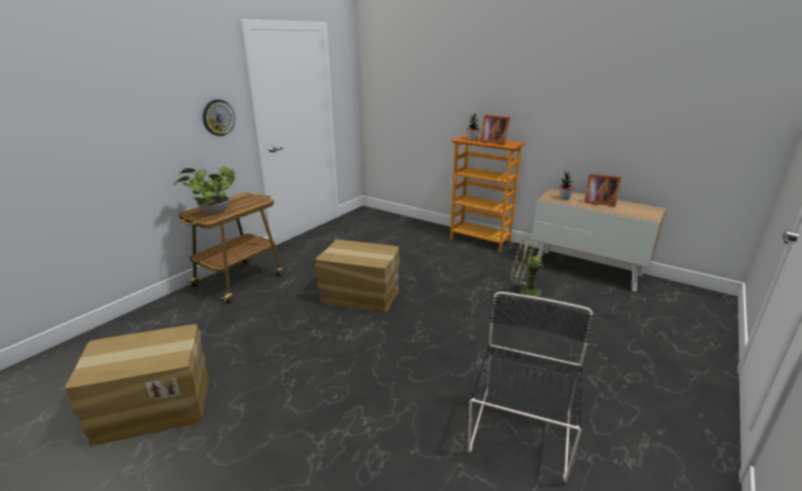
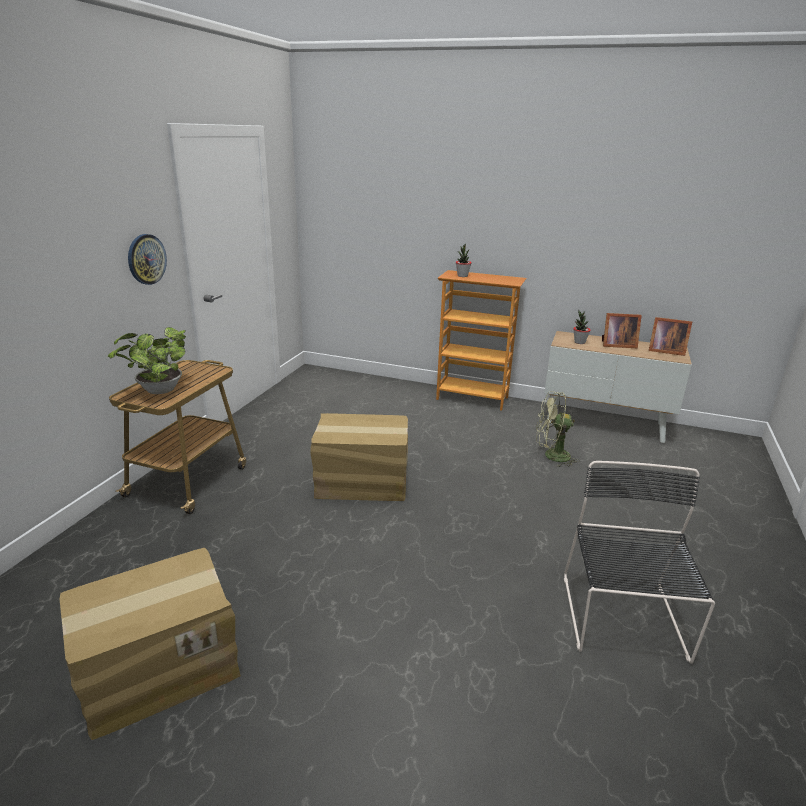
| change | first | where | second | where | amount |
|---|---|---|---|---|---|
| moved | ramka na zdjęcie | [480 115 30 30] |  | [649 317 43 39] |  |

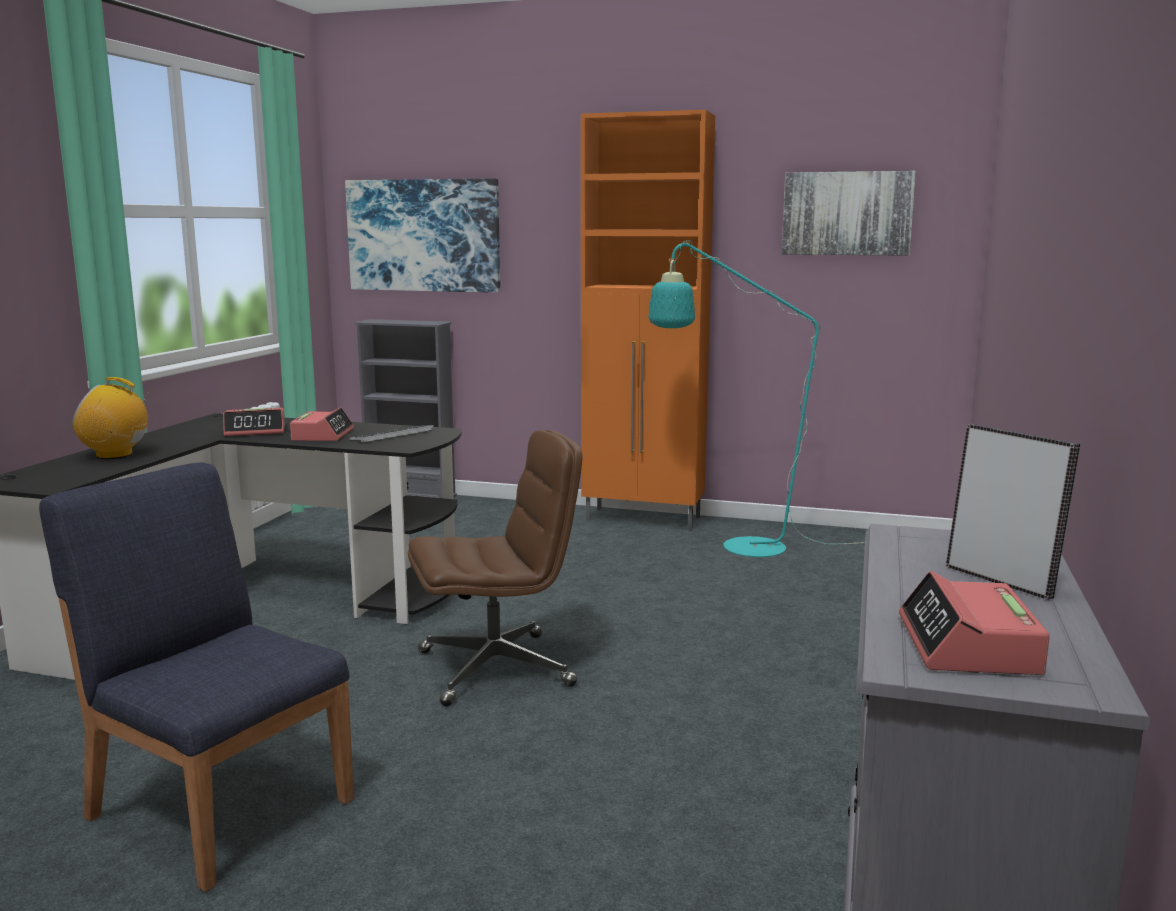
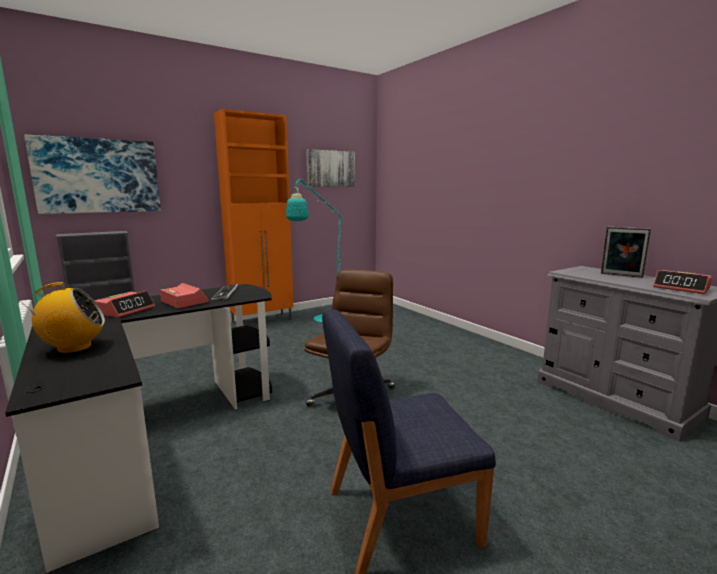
| change | first | where | second | where | amount |
|---|---|---|---|---|---|
| turned | radio | [72 377 80 82] |  | [21 282 84 72] | 150 degrees counterclockwise |
| turned | ramka na zdjęcie | [946 424 134 176] |  | [601 227 50 51] | 150 degrees counterclockwise |

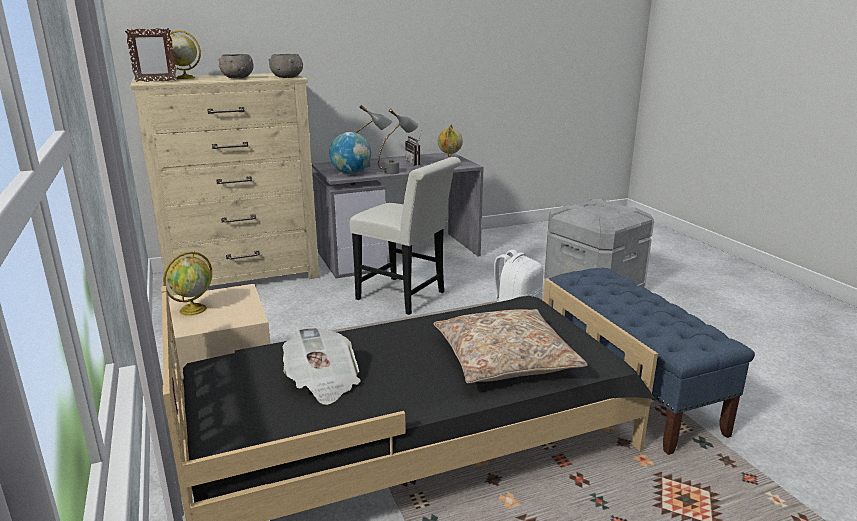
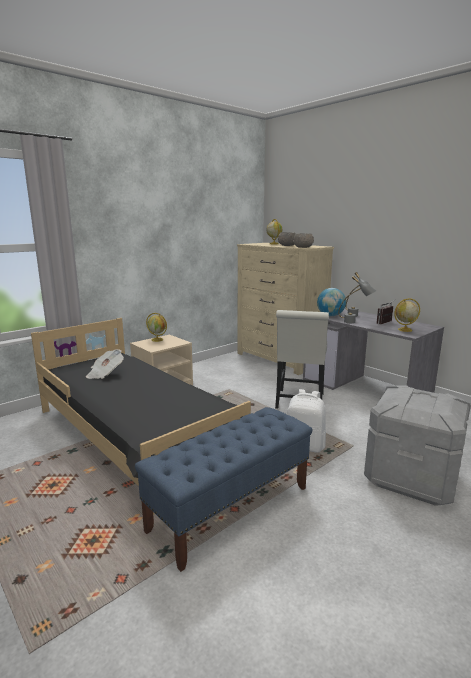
| change | first | where | second | where | amount |
|---|---|---|---|---|---|
| removed | ramka na zdjęcie | [125 28 52 54] |  |  |  |
| removed | poduszka [beżowy] | [433 309 155 75] |  |  |  |

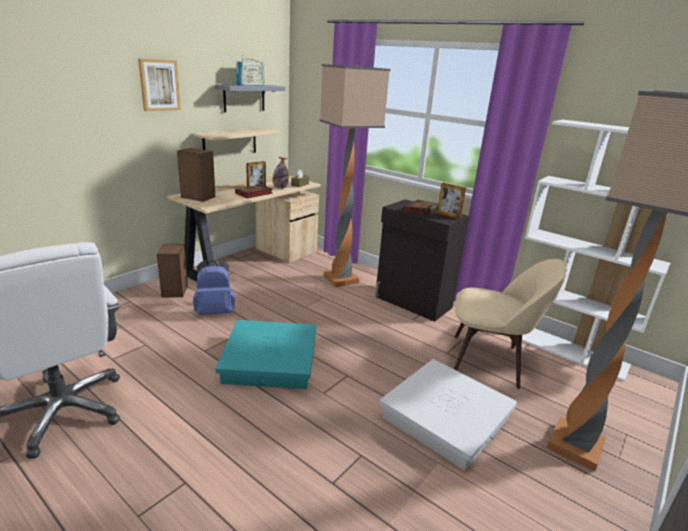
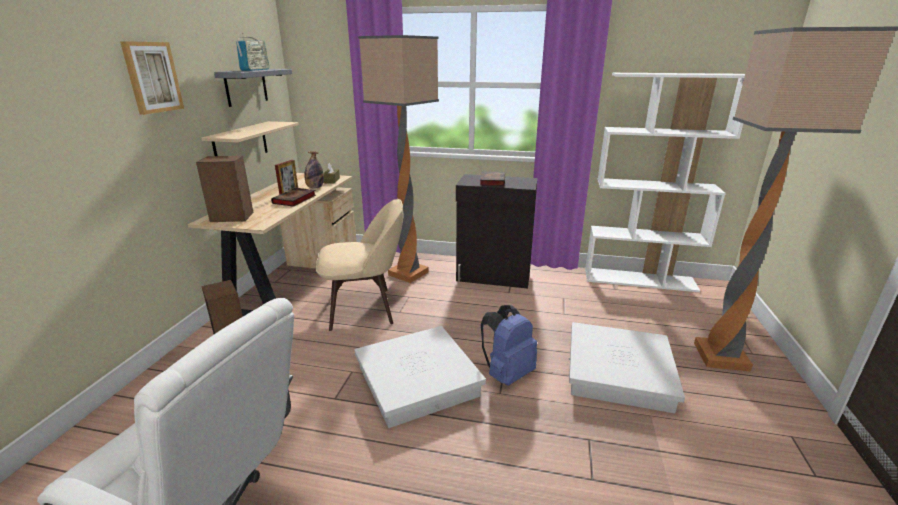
| change | first | where | second | where | amount |
|---|---|---|---|---|---|
| removed | ramka na zdjęcie | [437 183 29 36] |  |  |  |
| moved | plecak [niebieski] | [193 260 42 55] |  | [481 305 56 81] |  |
| moved | krzesło [beżowy] | [454 259 113 130] |  | [316 199 87 132] |  |
| recoloured | pojemnik do przechowywania [turkusowy] | [216 320 101 69] | pojemnik do przechowywania [biały] | [354 326 132 102] |  |

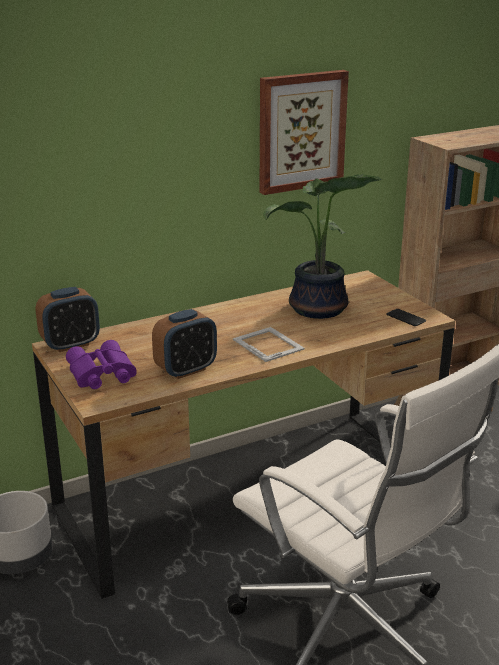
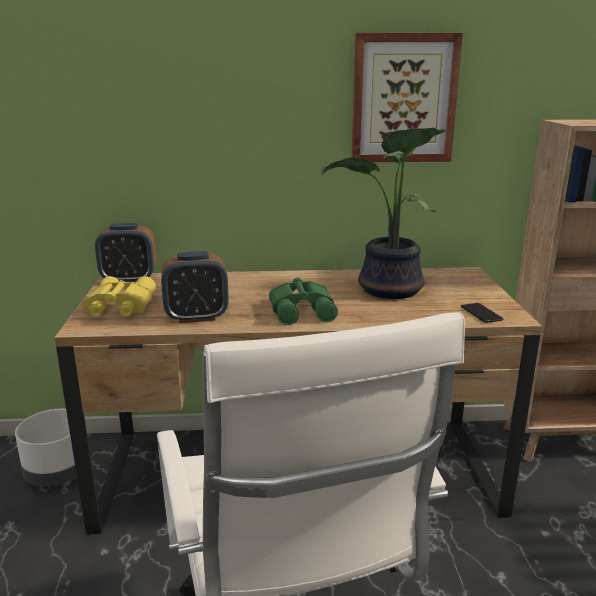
| change | first | where | second | where | amount |
|---|---|---|---|---|---|
| replaced | ramka na zdjęcie | [233 327 72 35] | lornetka [zielony] | [269 278 69 47] |  |
| recoloured | lornetka [fioletowy] | [66 340 71 49] | lornetka [żółty] | [82 276 74 40] |  |

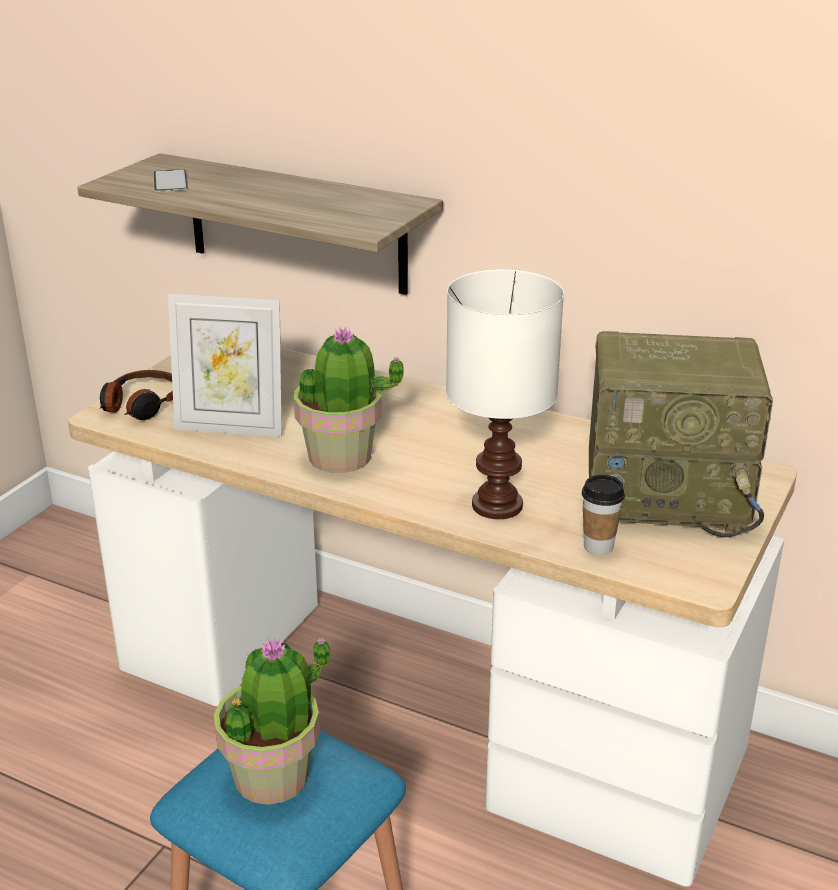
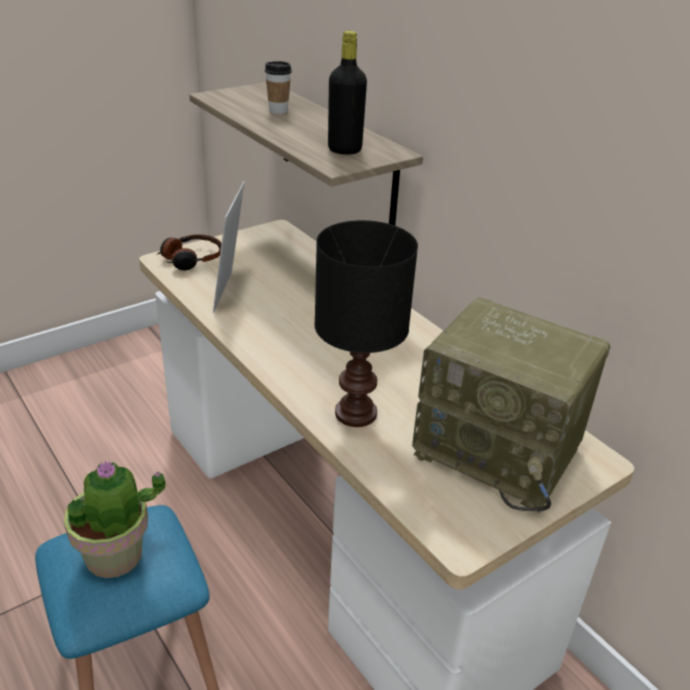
| change | first | where | second | where | amount |
|---|---|---|---|---|---|
| removed | telefon | [154 169 34 23] |  |  |  |
| removed | roślina doniczkowa | [294 326 110 147] |  |  |  |
| added |  |  | butelka [czarny] | [328 31 39 124] |  |
| moved | filiżanka | [582 475 43 80] |  | [265 61 27 53] |  |
| recoloured | lampa stołowa [biały] | [446 269 118 250] | lampa stołowa [czarny] | [314 220 104 207] |  |
| turned | ramka na zdjęcie | [168 293 114 144] |  | [213 181 32 132] | 60 degrees clockwise |

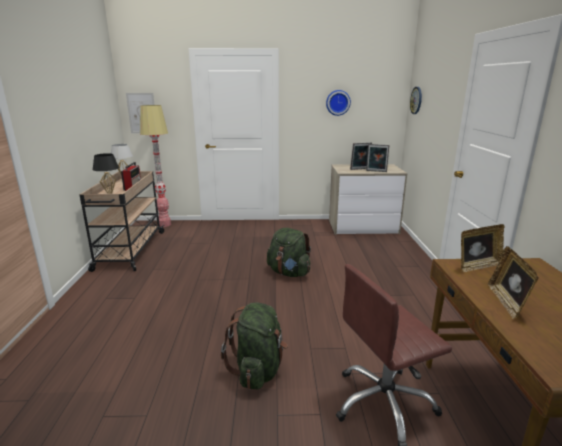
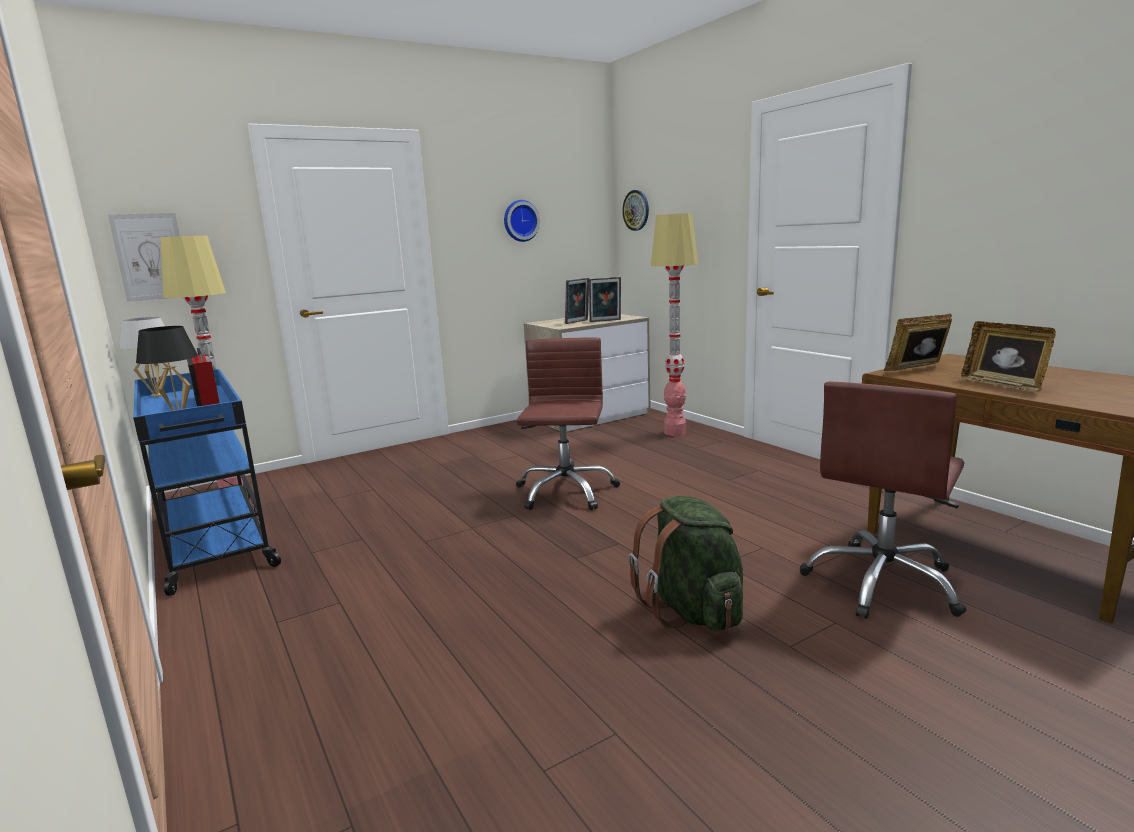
| change | first | where | second | where | amount |
|---|---|---|---|---|---|
| added |  |  | lampa stojąca | [651 213 48 223] |  |
| replaced | plecak [zielony] | [267 228 44 49] | krzesło biurowe [brązowy] | [516 338 104 172] |  |
| recoloured | wózek [beżowy] | [79 171 86 101] | wózek [niebieski] | [133 369 148 227] |  |
| turned | ramka na zdjęcie | [461 224 43 48] |  | [884 314 68 57] | 150 degrees counterclockwise |

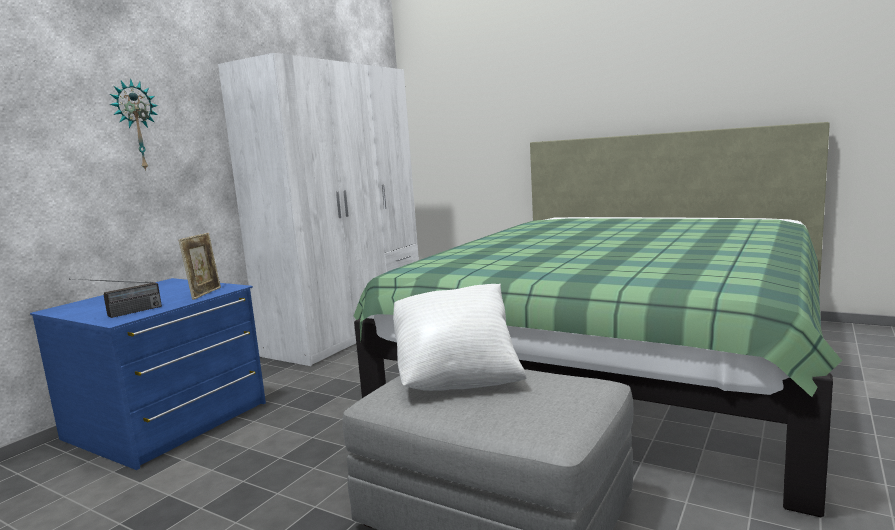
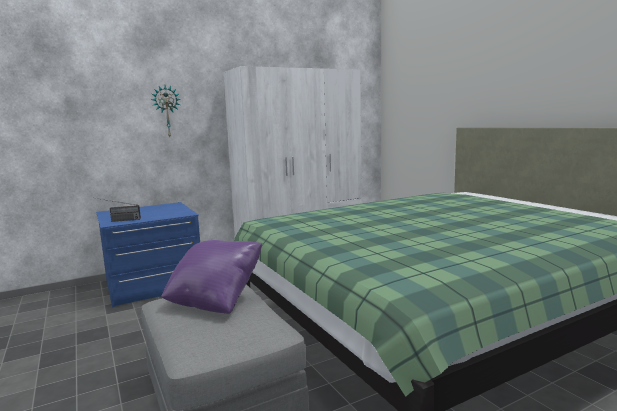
| change | first | where | second | where | amount |
|---|---|---|---|---|---|
| removed | ramka na zdjęcie | [179 233 42 67] |  |  |  |
| recoloured | poduszka [biały] | [393 284 134 107] | poduszka [fioletowy] | [162 240 101 74] |  |

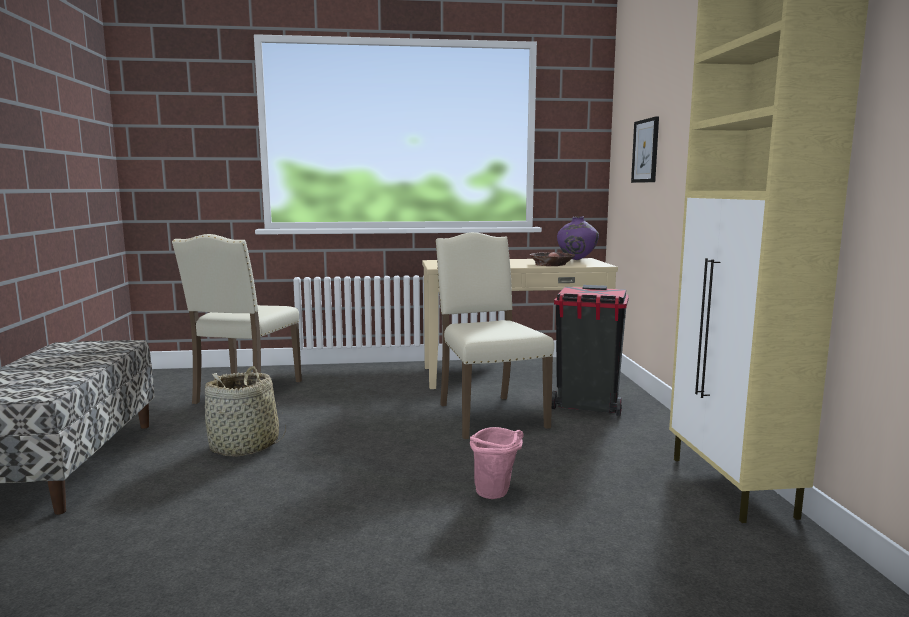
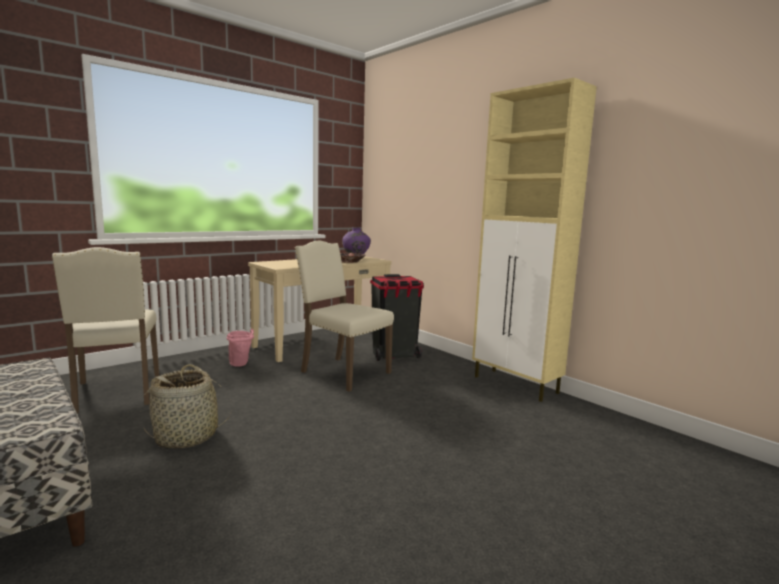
| change | first | where | second | where | amount |
|---|---|---|---|---|---|
| removed | obraz | [631 116 28 67] |  |  |  |
| moved | wiadro [różowy] | [470 427 53 72] |  | [227 328 27 39] |  |

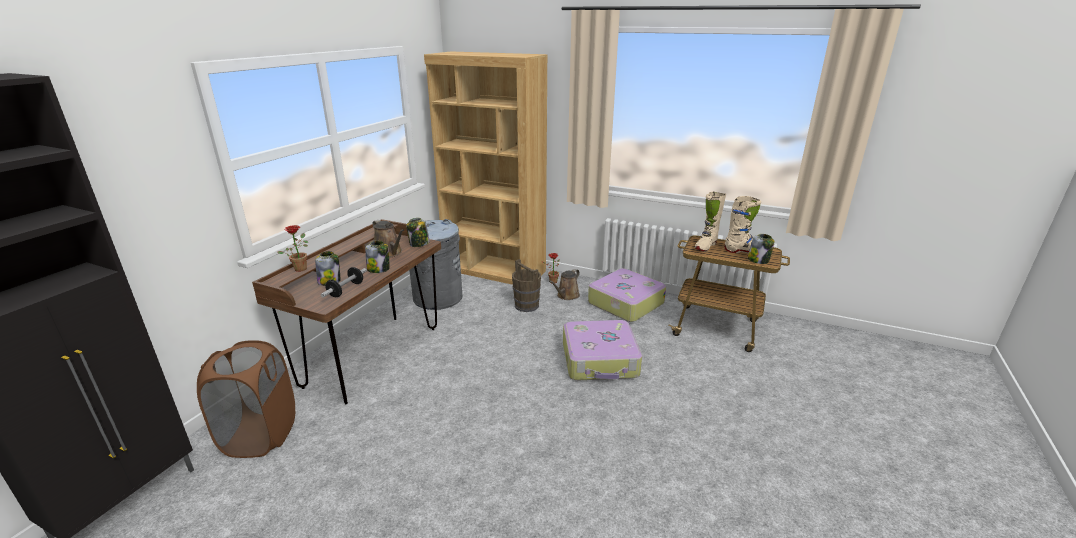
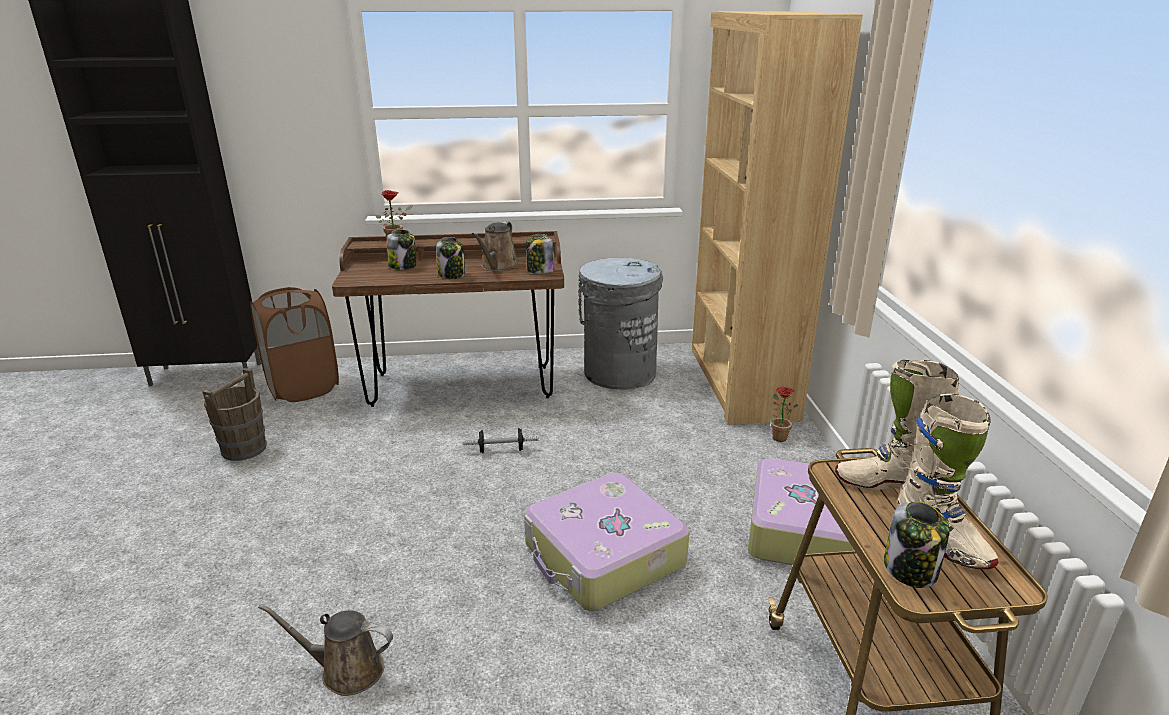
| change | first | where | second | where | amount |
|---|---|---|---|---|---|
| moved | hantel | [321 267 46 30] |  | [463 428 76 25] |  |
| moved | wiadro [brązowy] | [512 259 29 53] |  | [202 368 65 93] |  |
| moved | konewka [brązowy] | [549 269 31 31] |  | [258 604 135 92] |  |

